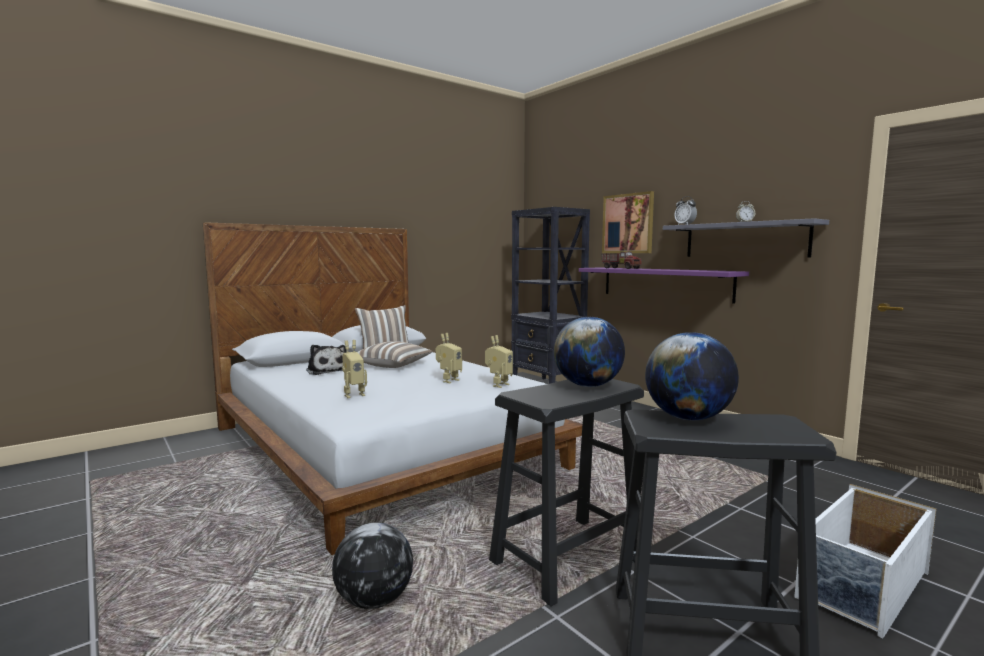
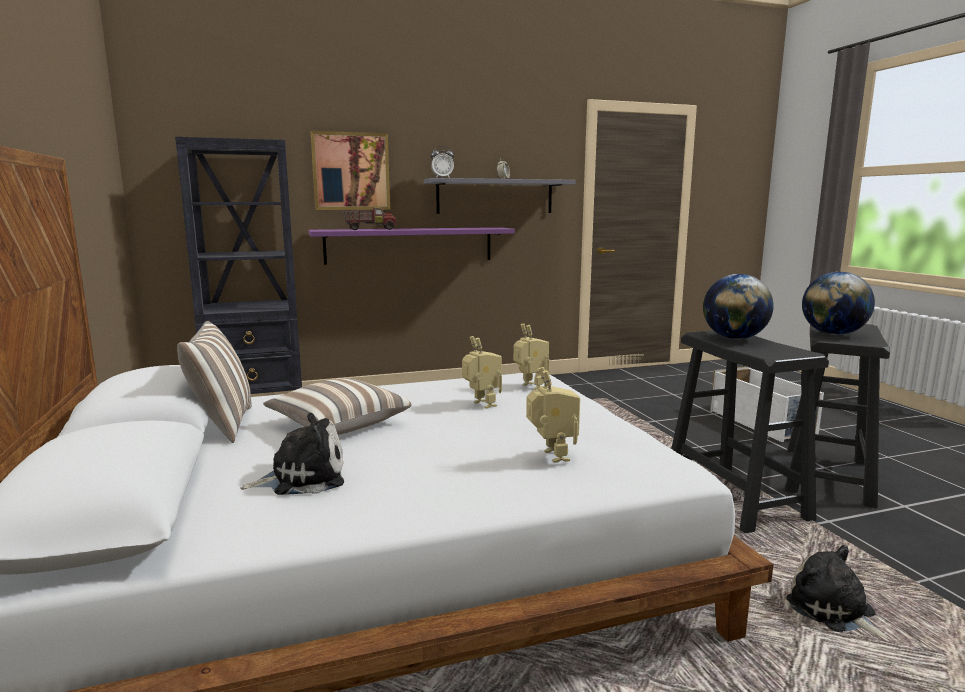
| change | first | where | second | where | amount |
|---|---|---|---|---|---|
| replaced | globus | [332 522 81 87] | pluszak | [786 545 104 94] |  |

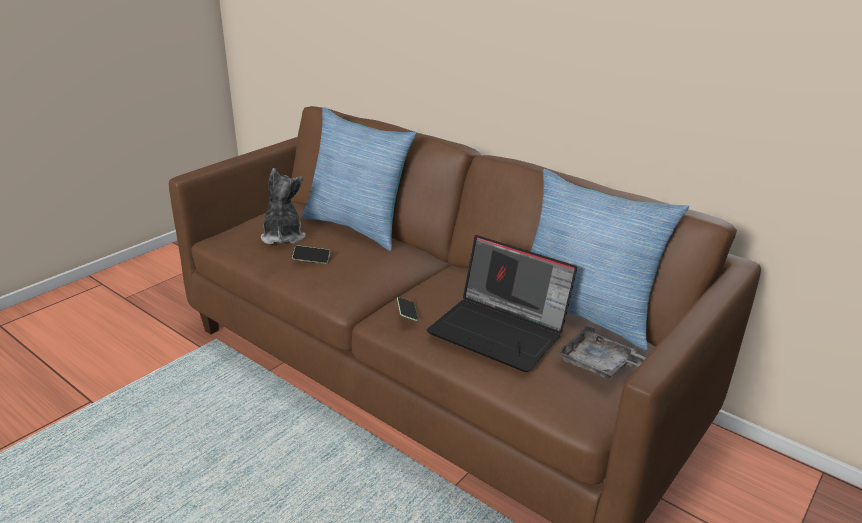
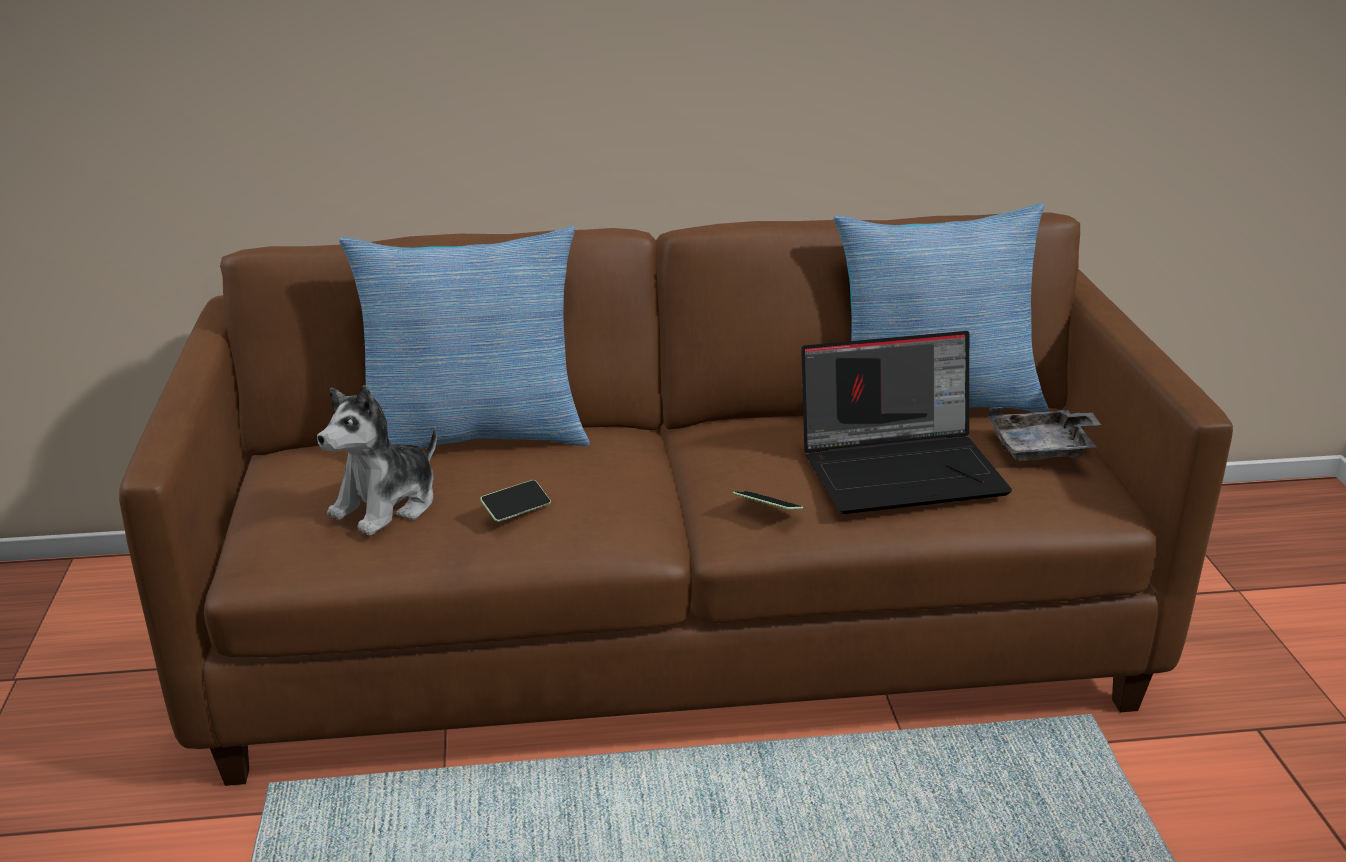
| change | first | where | second | where | amount |
|---|---|---|---|---|---|
| turned | pluszak | [261 168 45 76] |  | [317 385 120 151] | 90 degrees counterclockwise |

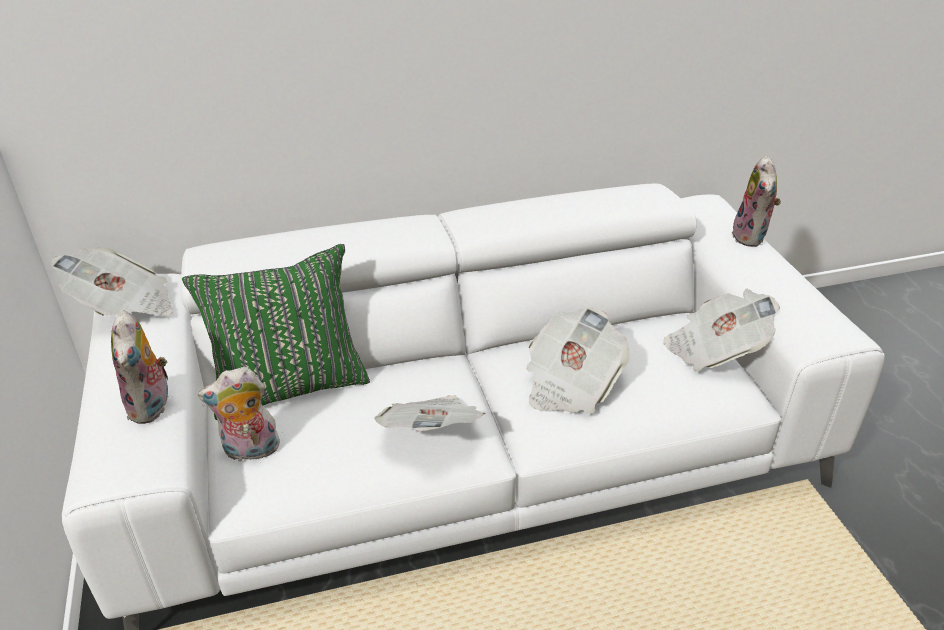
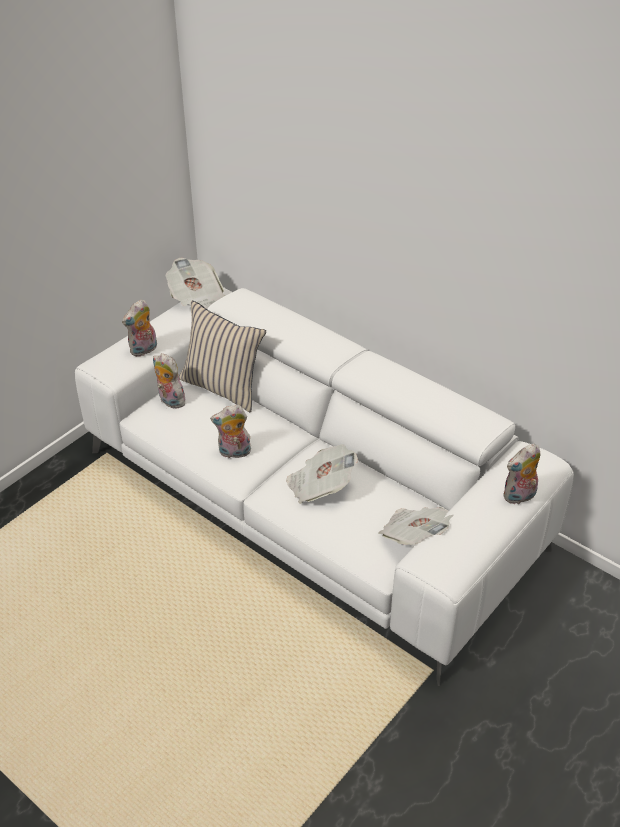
| change | first | where | second | where | amount |
|---|---|---|---|---|---|
| replaced | gazeta | [374 395 111 36] | pluszak | [210 404 41 54] |  |
| recoloured | poduszka [zielony] | [182 244 188 176] | poduszka [beżowy] | [179 301 87 111] |  |

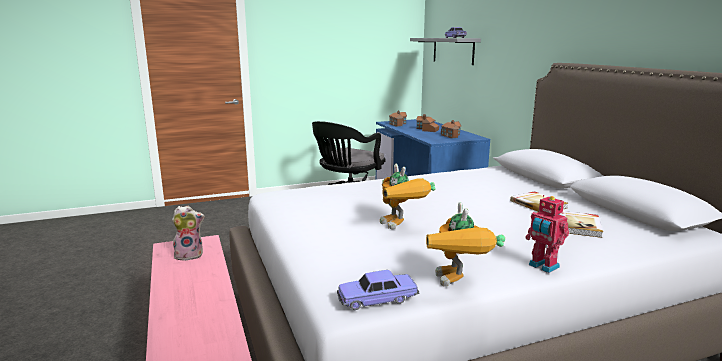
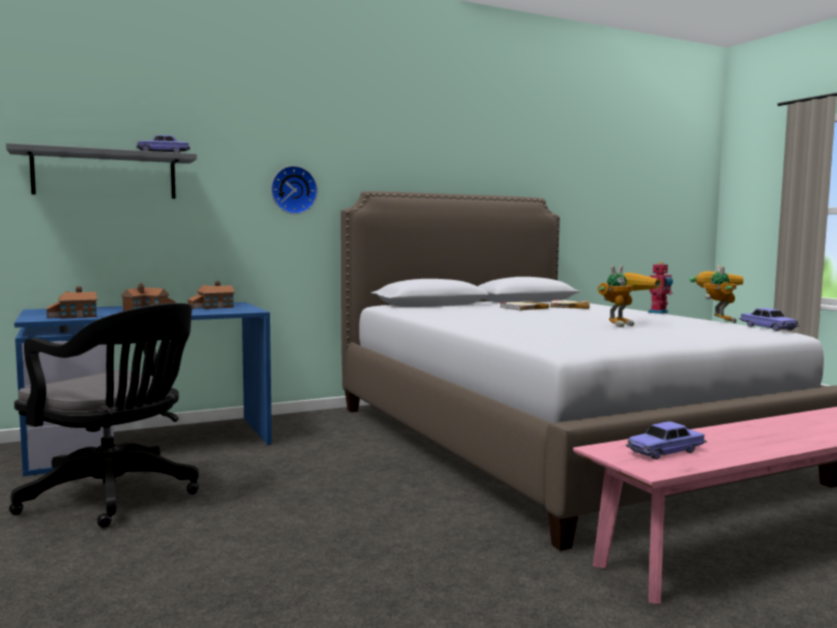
| change | first | where | second | where | amount |
|---|---|---|---|---|---|
| added |  |  | zegar ścienny | [271 166 47 48] |  |
| replaced | pluszak | [172 206 33 55] | samochodzik | [626 421 81 38] |  |
| turned | robot zabawkowy | [426 202 79 85] |  | [689 265 55 58] | 75 degrees counterclockwise |

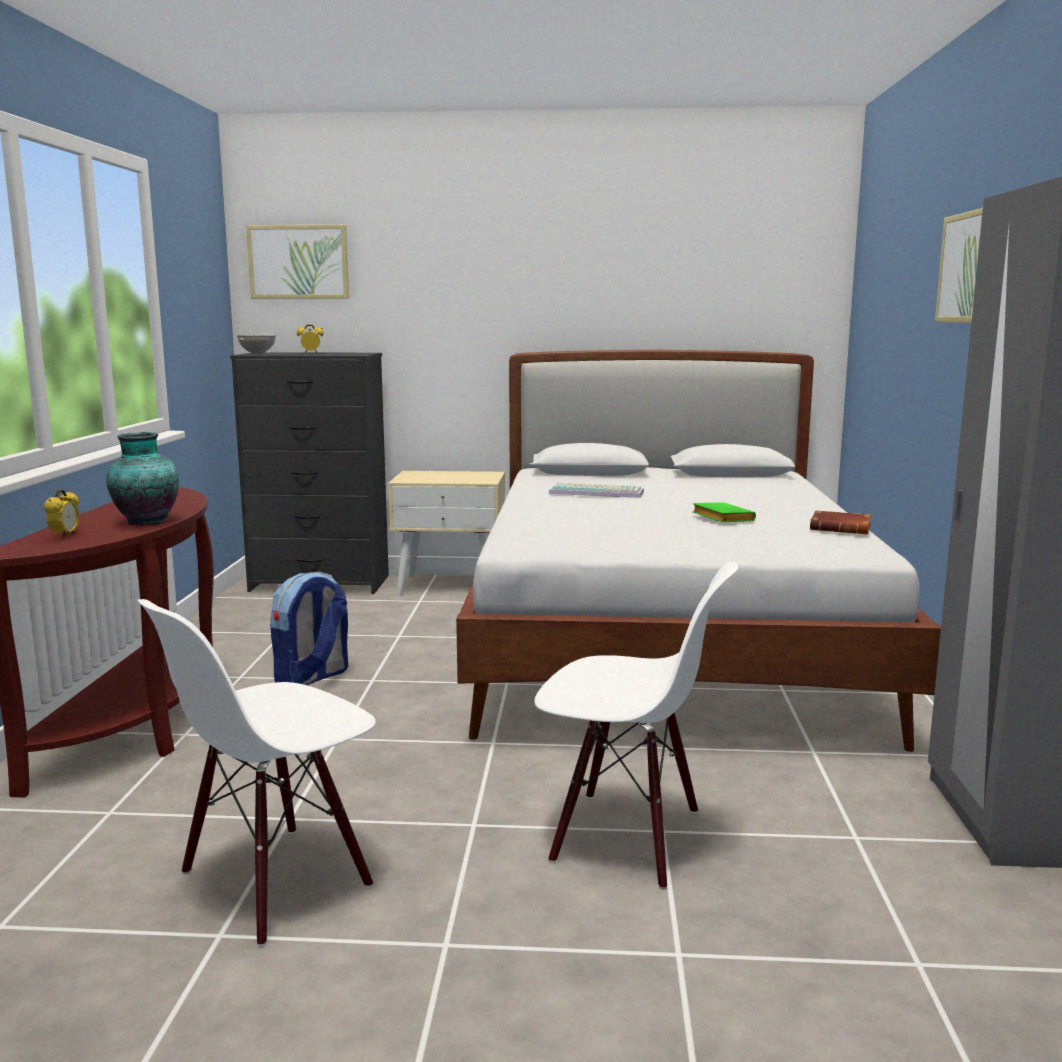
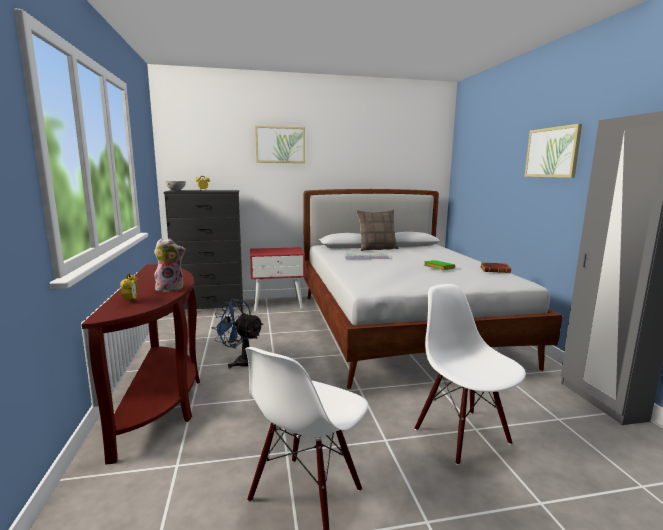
| change | first | where | second | where | amount |
|---|---|---|---|---|---|
| added |  |  | poduszka | [356 209 43 42] |  |
| moved | obraz | [246 225 103 74] |  | [255 126 50 37] |  |
| replaced | wazon | [106 432 73 94] | pluszak | [154 239 32 53] |  |
| replaced | plecak | [270 572 78 113] | wentylator [niebieski] | [211 299 53 69] |  |
| recoloured | szafka nocna [beżowy] | [388 471 117 125] | szafka nocna [czerwony] | [250 247 55 64] |  |
| turned | krzesło [biały] | [534 562 204 328] |  | [415 284 111 181] | 120 degrees counterclockwise |

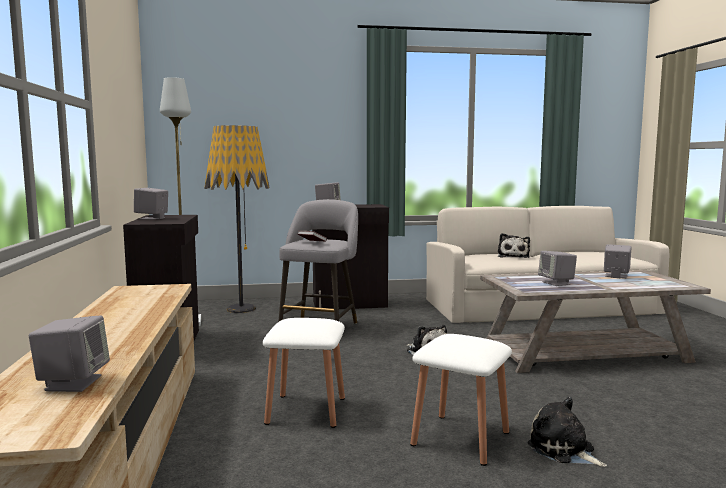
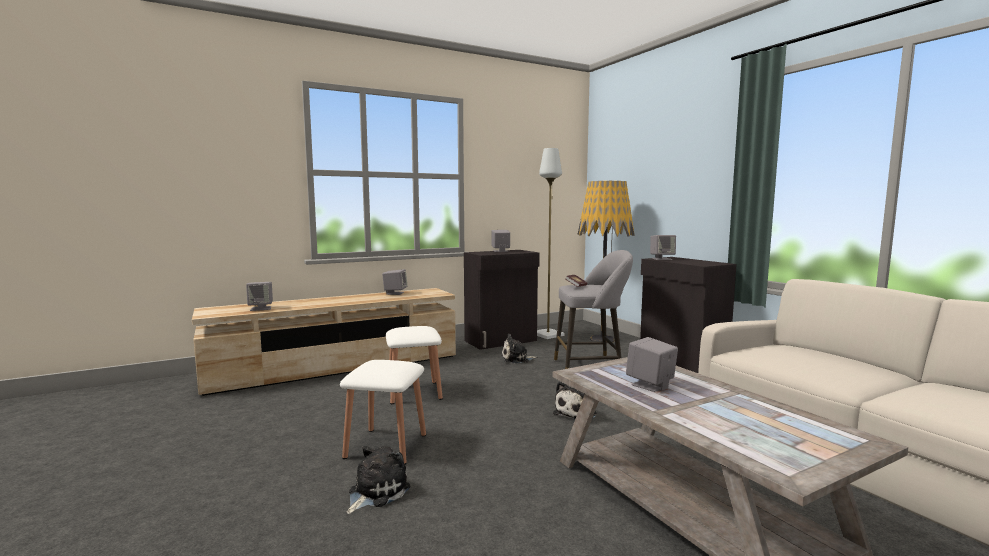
| change | first | where | second | where | amount |
|---|---|---|---|---|---|
| moved | pluszak | [498 233 32 25] |  | [501 334 36 29] |  |
| moved | głośnik [szary] | [604 244 28 34] |  | [382 269 25 26] |  |

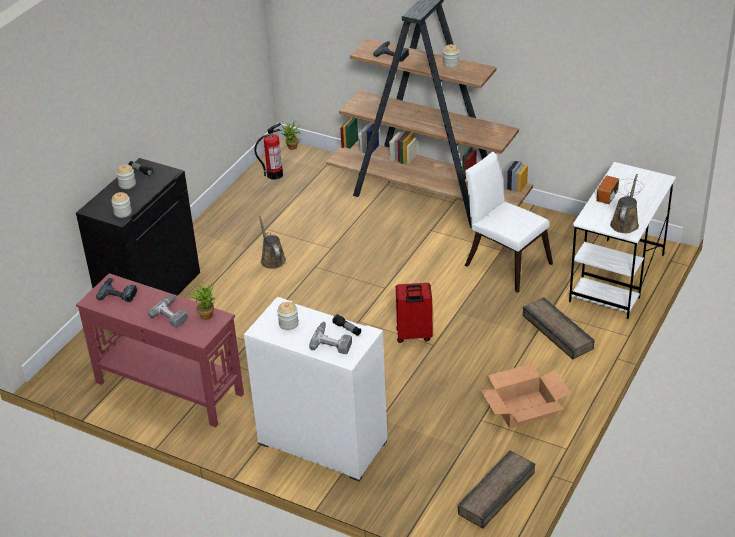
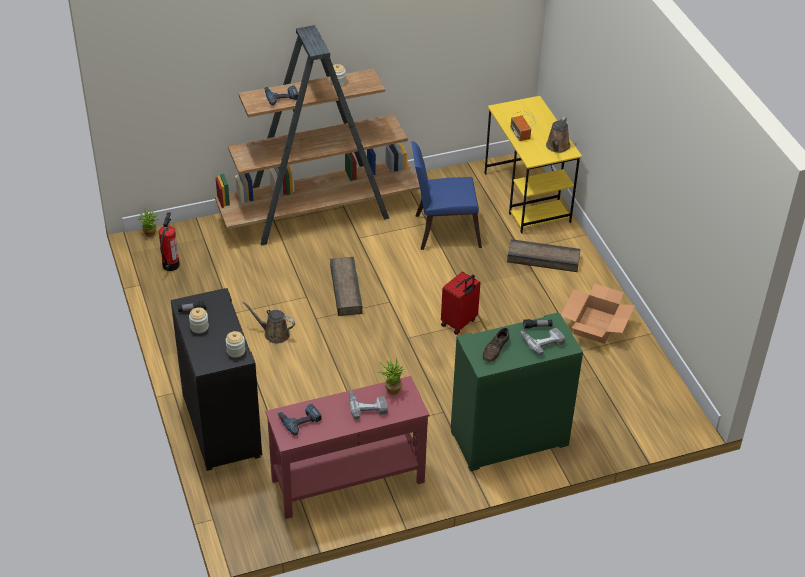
| change | first | where | second | where | amount |
|---|---|---|---|---|---|
| moved | skrzynka | [458 450 77 78] |  | [330 257 32 59] |  |
| replaced | słoik | [277 302 22 28] | but [brązowy] | [482 328 27 34] |  |
| recoloured | szafka [biały] | [244 297 144 184] | szafka [zielony] | [451 312 132 159] |  |
| recoloured | krzesło [biały] | [465 152 88 141] | krzesło [niebieski] | [411 141 71 109] |  |
| recoloured | biurko [biały] | [569 162 107 157] | biurko [żółty] | [485 96 97 138] |  |
| turned | konewka [brązowy] | [610 174 29 59] |  | [546 116 24 37] | 135 degrees counterclockwise |

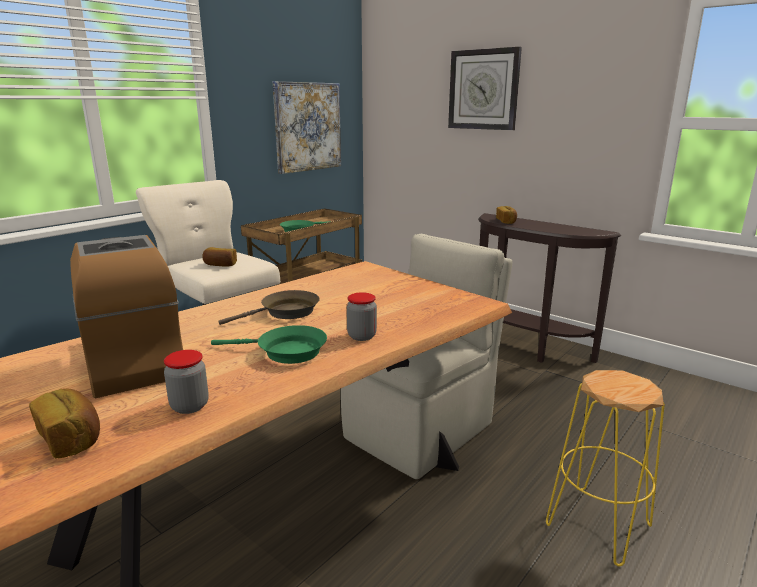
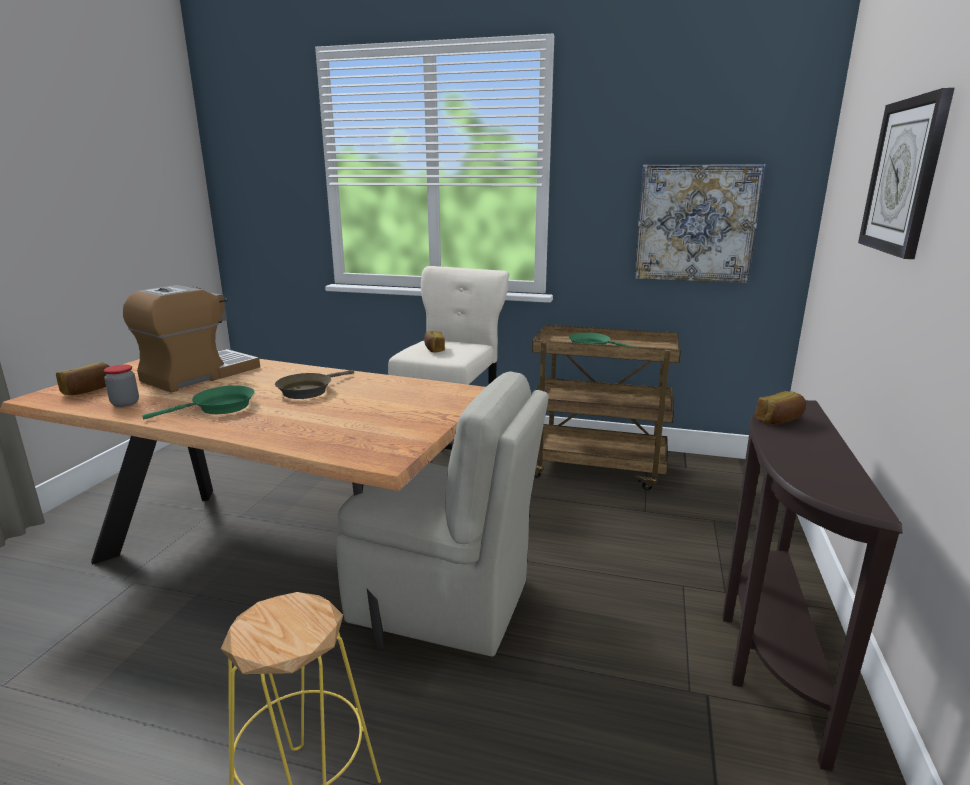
| change | first | where | second | where | amount |
|---|---|---|---|---|---|
| removed | słoik | [347 292 30 49] |  |  |  |
| turned | patelnia [zielony] | [211 325 116 39] |  | [142 385 113 34] | 105 degrees counterclockwise |
| turned | patelnia [brązowy] | [218 290 102 35] |  | [275 370 79 29] | 90 degrees clockwise |

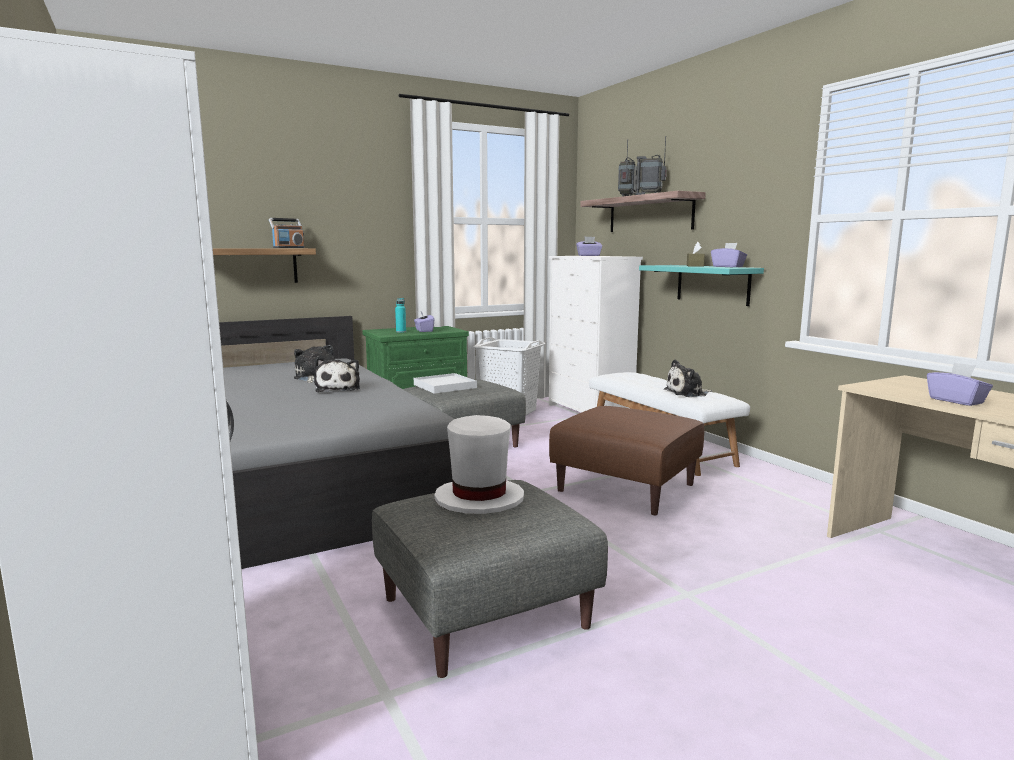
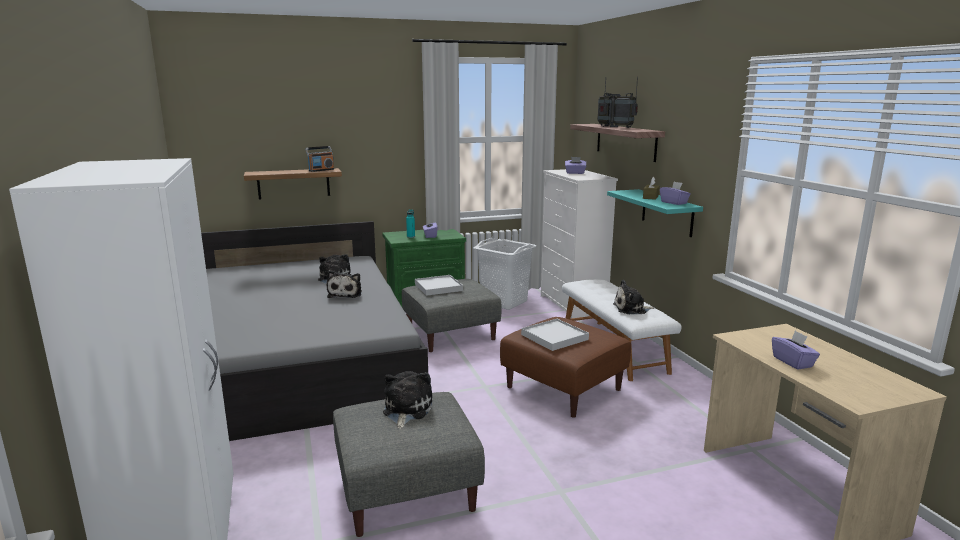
| change | first | where | second | where | amount |
|---|---|---|---|---|---|
| added |  |  | taca [biały] | [521 319 68 32] |  |
| replaced | kapelusz [biały] | [434 415 90 99] | pluszak | [383 371 50 58] |  |

